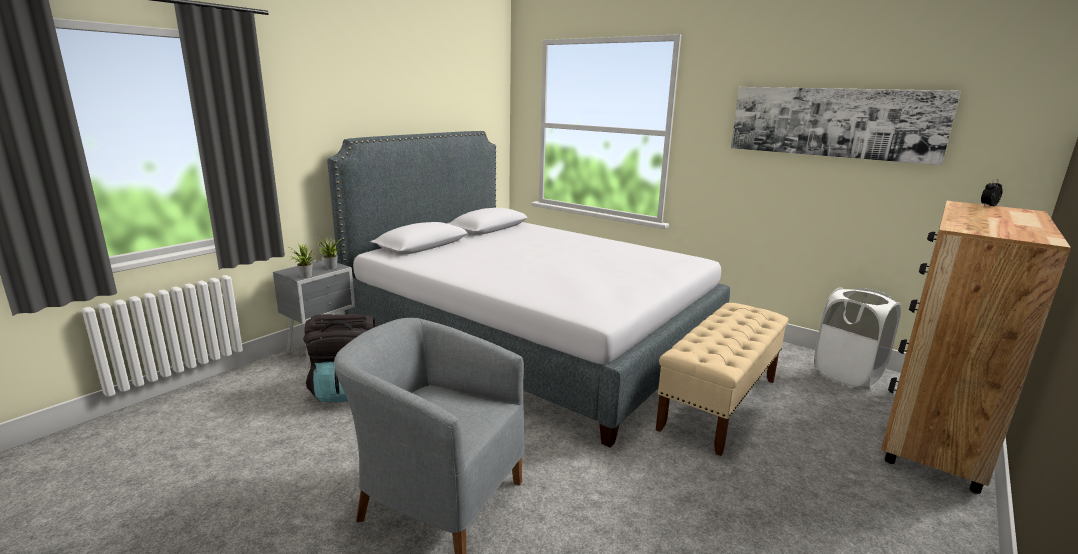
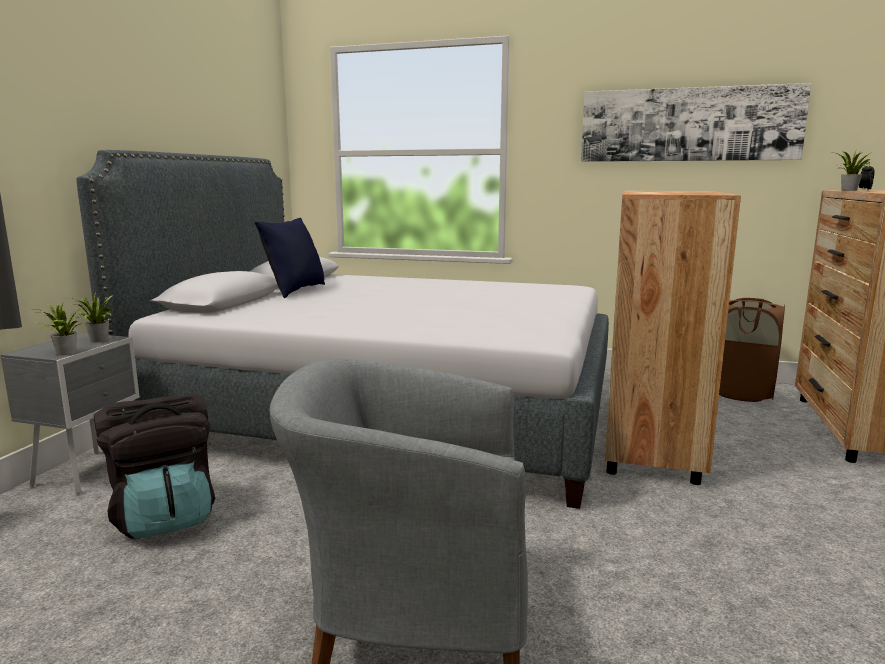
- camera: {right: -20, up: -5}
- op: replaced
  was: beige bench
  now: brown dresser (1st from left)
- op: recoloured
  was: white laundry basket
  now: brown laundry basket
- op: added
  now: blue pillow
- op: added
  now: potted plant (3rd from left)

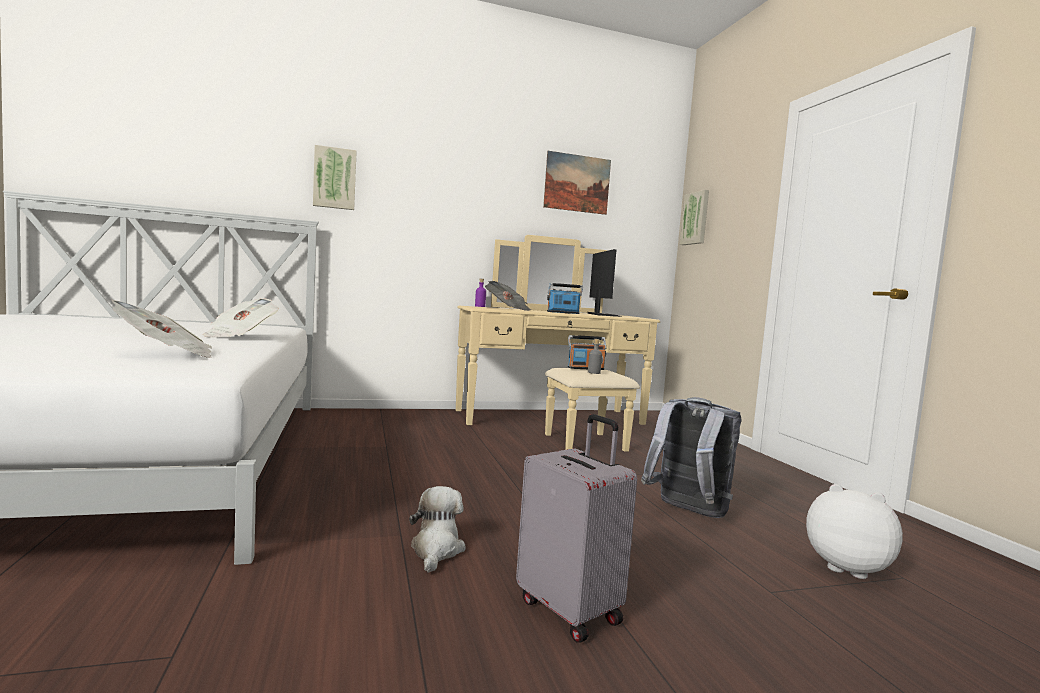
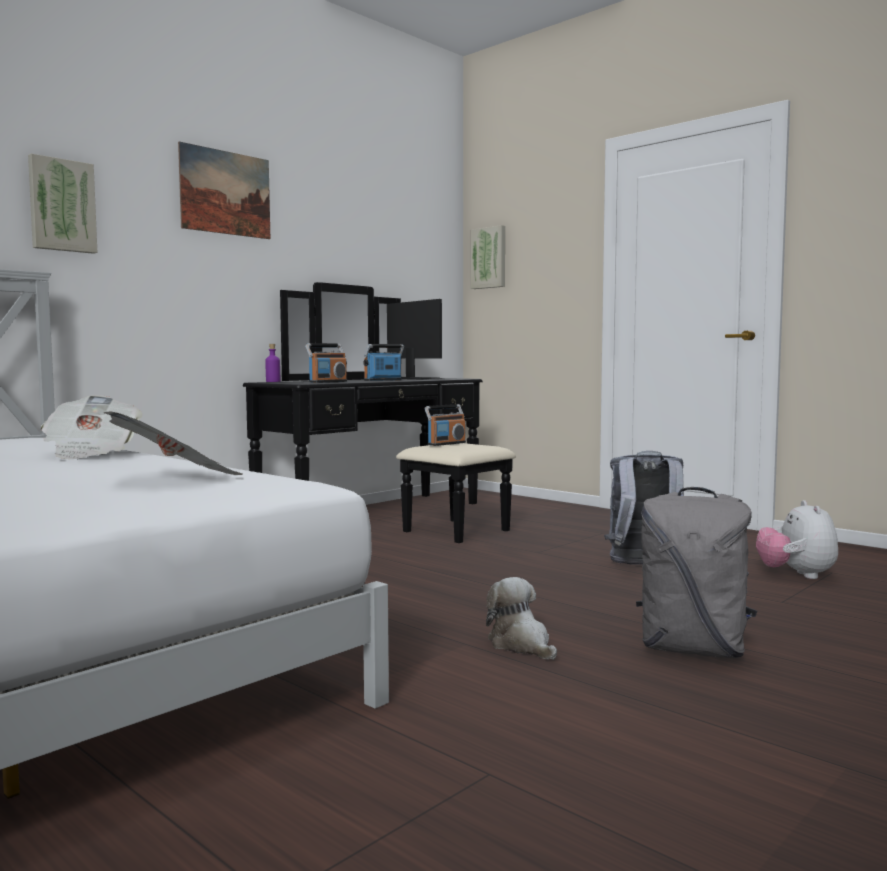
- camera: {right: -30, up: 0}
- op: recoloured
  was: beige dresser
  now: black dresser
- op: replaced
  was: newspaper (3rd from left)
  now: radio (1st from left)
- op: replaced
  was: grey suitcase
  now: grey backpack (2nd from left)
- op: moved
  was: picture (2nd from left)
- op: removed
  was: grey bottle
- op: turned
  was: plush toy (2nd from left)
  clockwise: -90

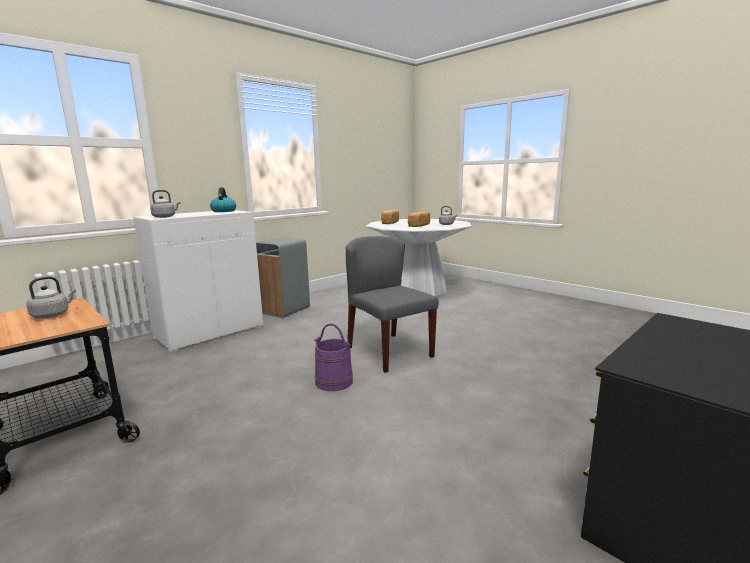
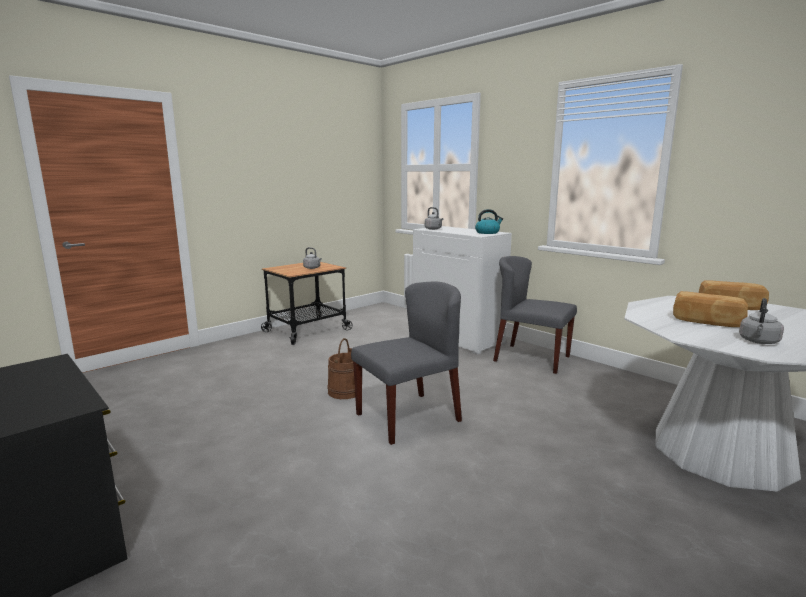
- camera: {right: 90, up: 0}
- op: replaced
  was: grey trash can
  now: grey chair (2nd from left)
- op: recoloured
  was: purple bucket
  now: brown bucket

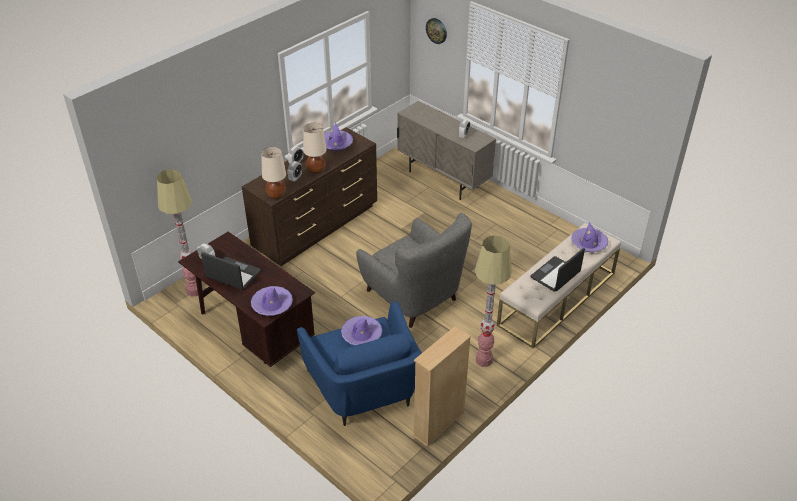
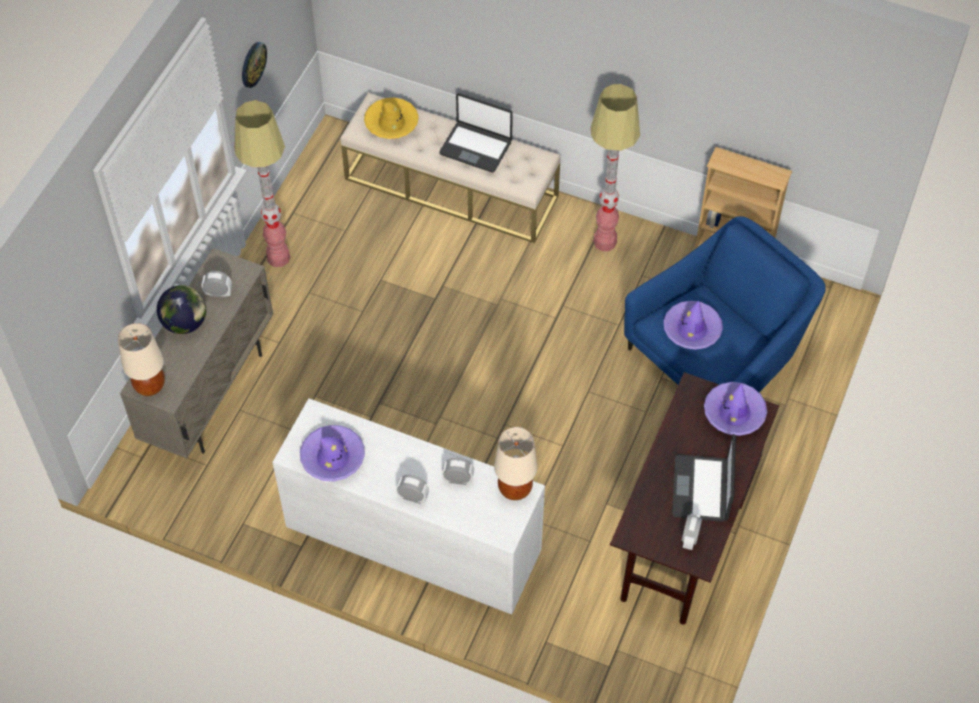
- camera: {right: -110, up: 15}
- op: moved
  was: floor lamp (1st from left)
- op: recoloured
  was: brown dresser
  now: white dresser
- op: moved
  was: beige table lamp (2nd from left in the first image)
  now: beige table lamp (1st from left)
- op: removed
  was: grey armchair
- op: moved
  was: wall clock
- op: recoloured
  was: purple hat (4th from left)
  now: yellow hat
- op: added
  now: globe

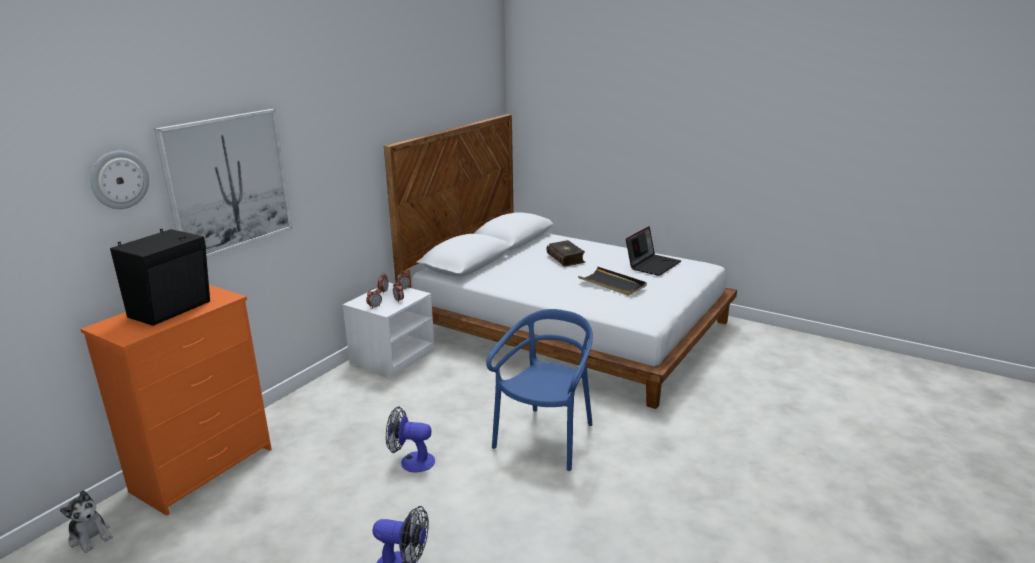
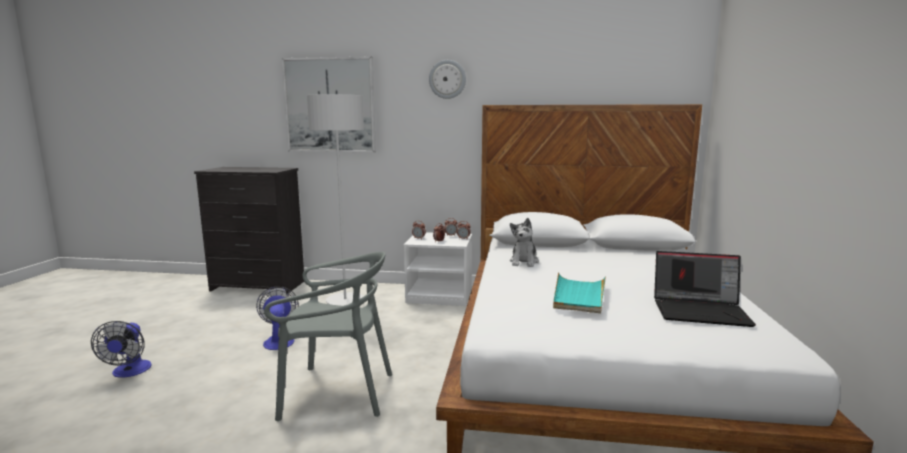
- camera: {right: 65, up: -10}
- op: moved
  was: plush toy
- op: recoloured
  was: orange dresser
  now: black dresser
- op: moved
  was: wall clock
- op: removed
  was: black speaker
- op: recoloured
  was: blue chair
  now: grey chair
- op: removed
  was: book
- op: recoloured
  was: black tray
  now: turquoise tray
- op: added
  now: grey floor lamp

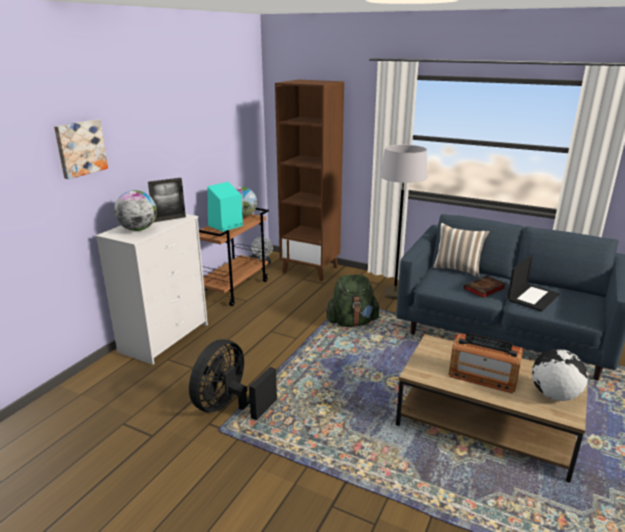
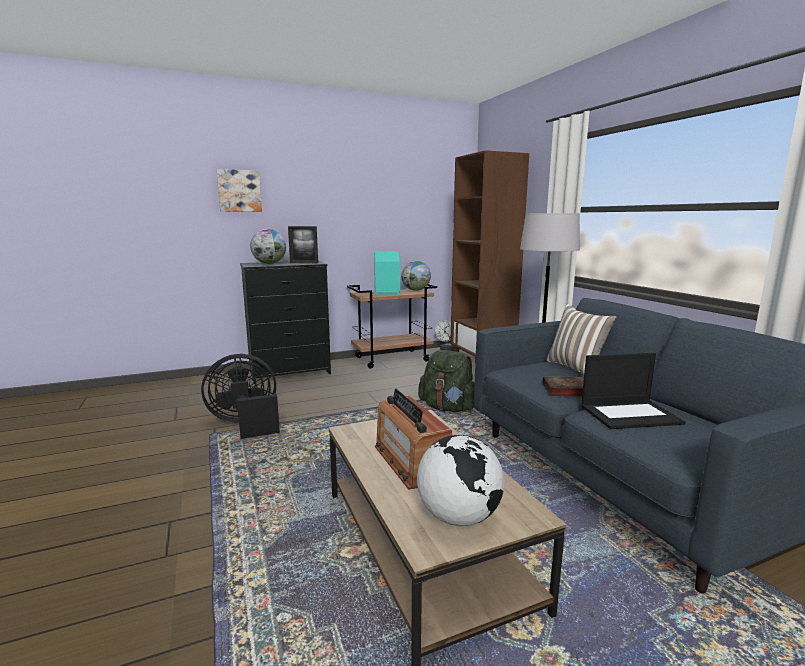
- camera: {right: 40, up: -10}
- op: recoloured
  was: white dresser
  now: black dresser

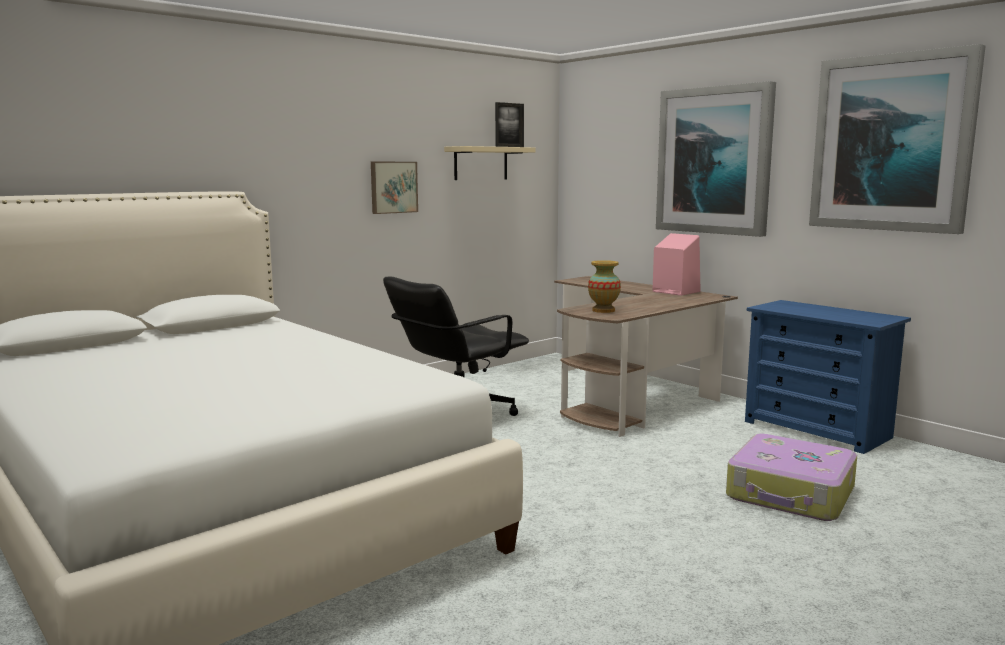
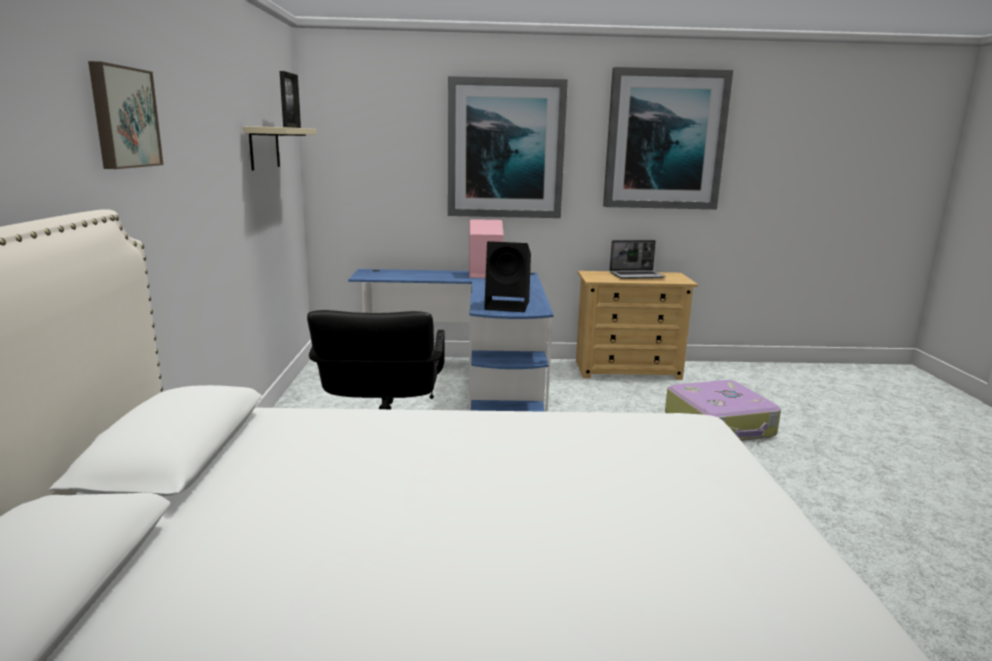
- camera: {right: -50, up: 5}
- op: moved
  was: picture (1st from left)
- op: recoloured
  was: brown desk
  now: blue desk
- op: replaced
  was: vase
  now: black speaker
- op: recoloured
  was: blue dresser
  now: beige dresser
- op: added
  now: laptop

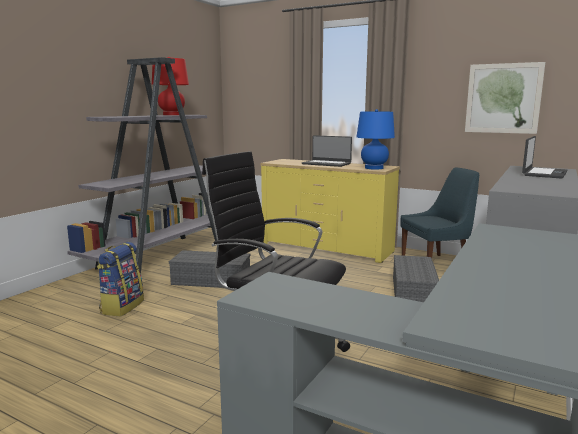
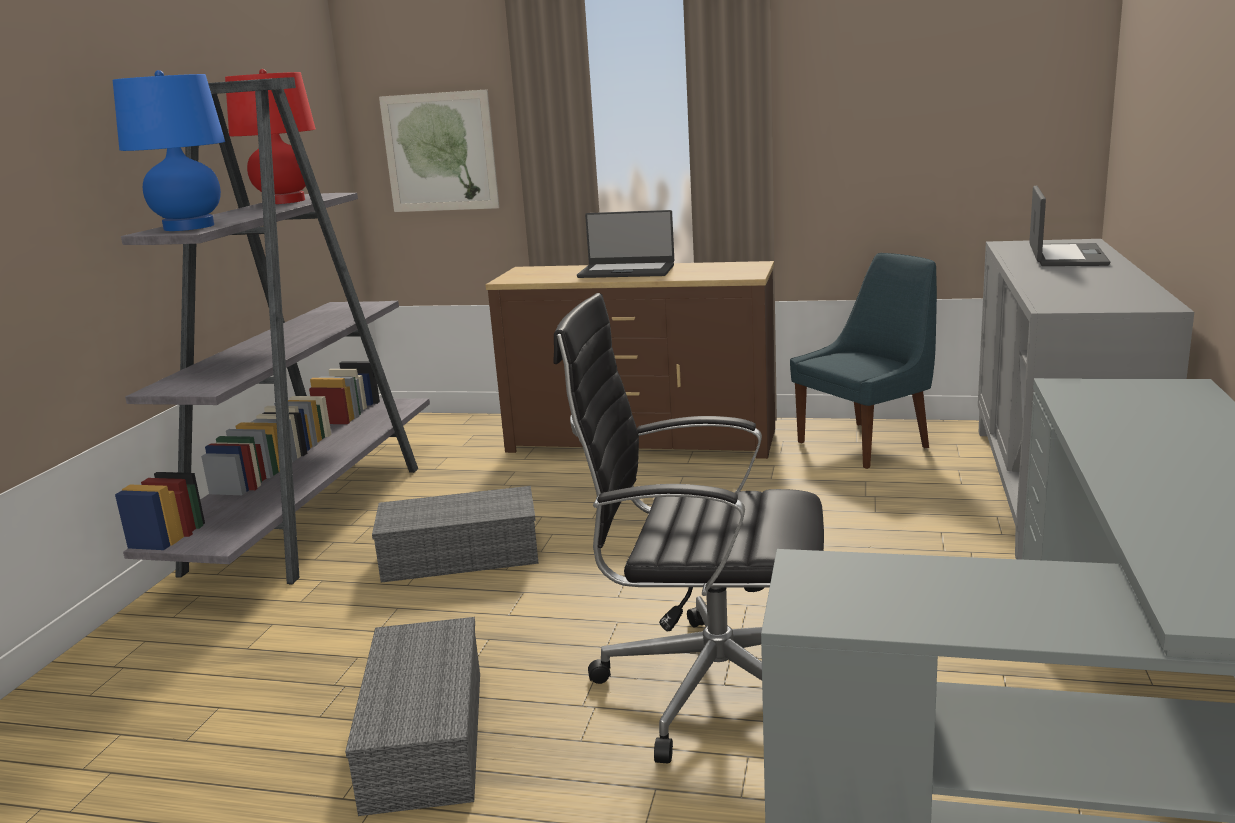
- camera: {right: -15, up: 5}
- op: removed
  was: backpack
- op: recoloured
  was: yellow dresser
  now: brown dresser
- op: moved
  was: blue table lamp
- op: moved
  was: grey storage box (2nd from left in the first image)
  now: grey storage box (1st from left)
- op: moved
  was: picture

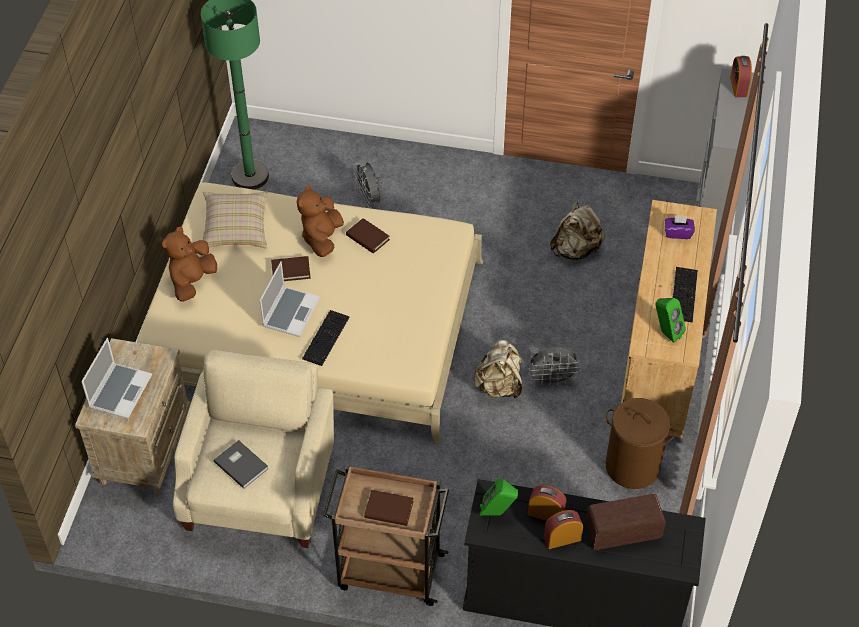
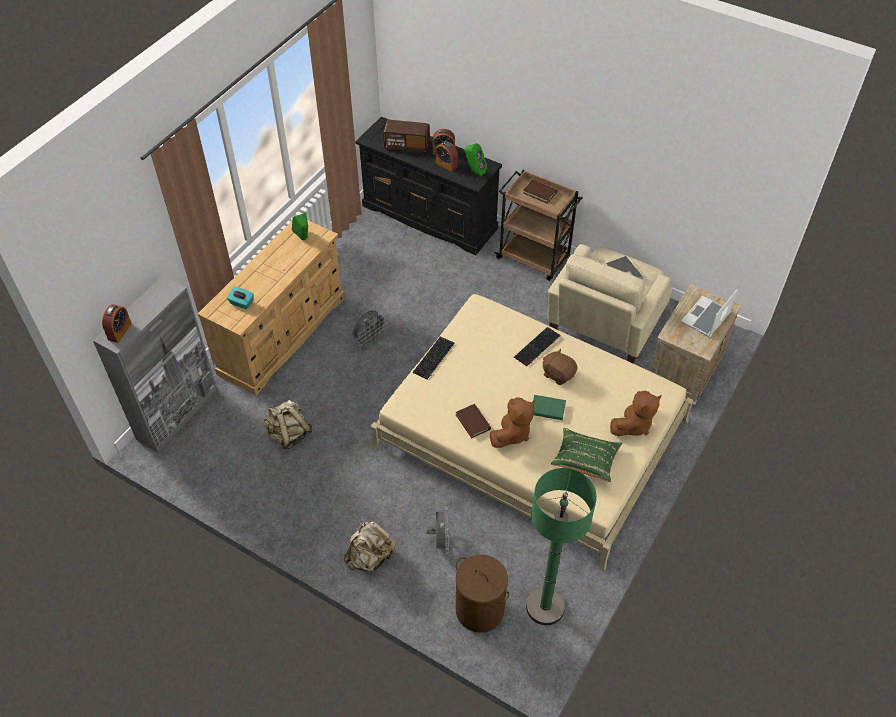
- camera: {right: -160, up: 0}
- op: recoloured
  was: beige pillow
  now: green pillow
- op: replaced
  was: laptop (2nd from left)
  now: brown plush toy (2nd from left)
- op: recoloured
  was: brown book (1st from left)
  now: green book
- op: moved
  was: beige backpack (1st from left in the first image)
  now: beige backpack (2nd from left)
- op: turned
  was: grey fan (2nd from left in the first image)
  clockwise: 120
- op: moved
  was: brown laundry basket
- op: recoloured
  was: purple tissue box
  now: turquoise tissue box
- op: moved
  was: keyboard (2nd from left in the first image)
  now: keyboard (1st from left)

